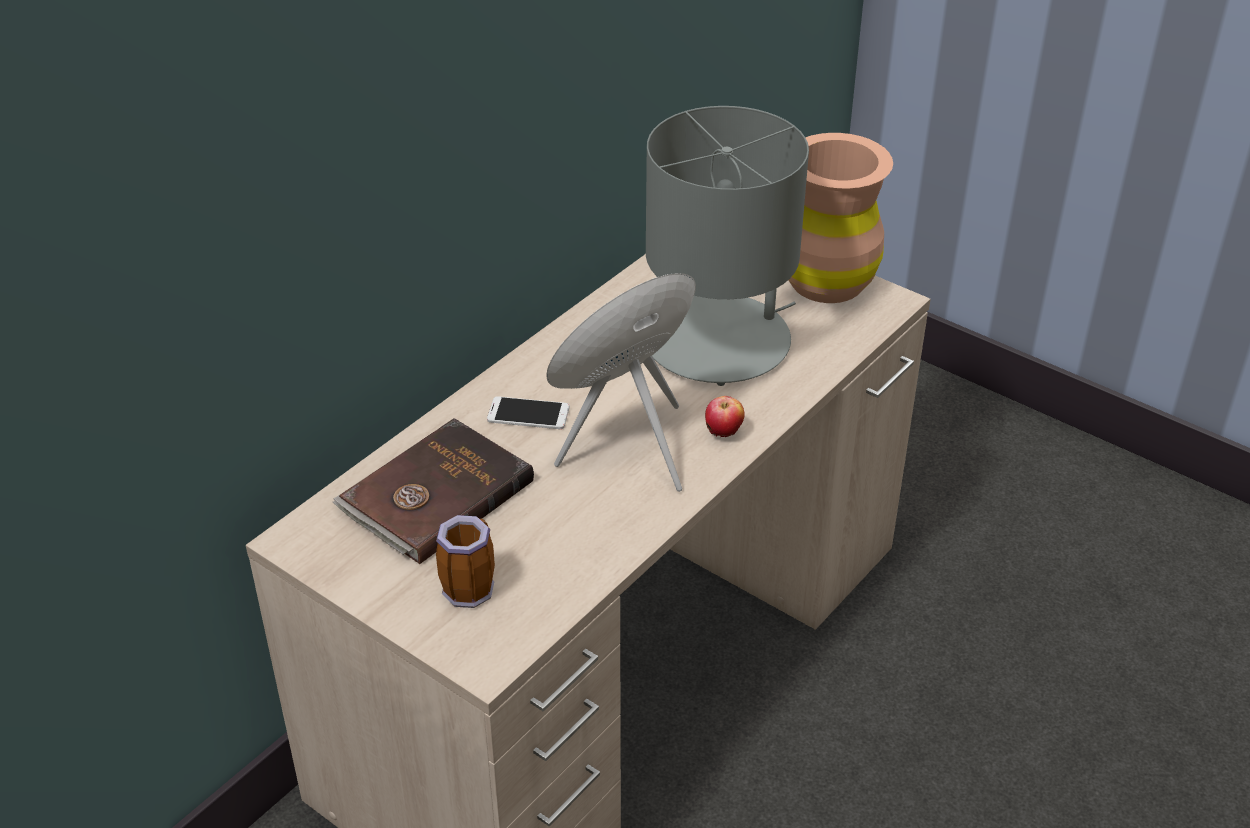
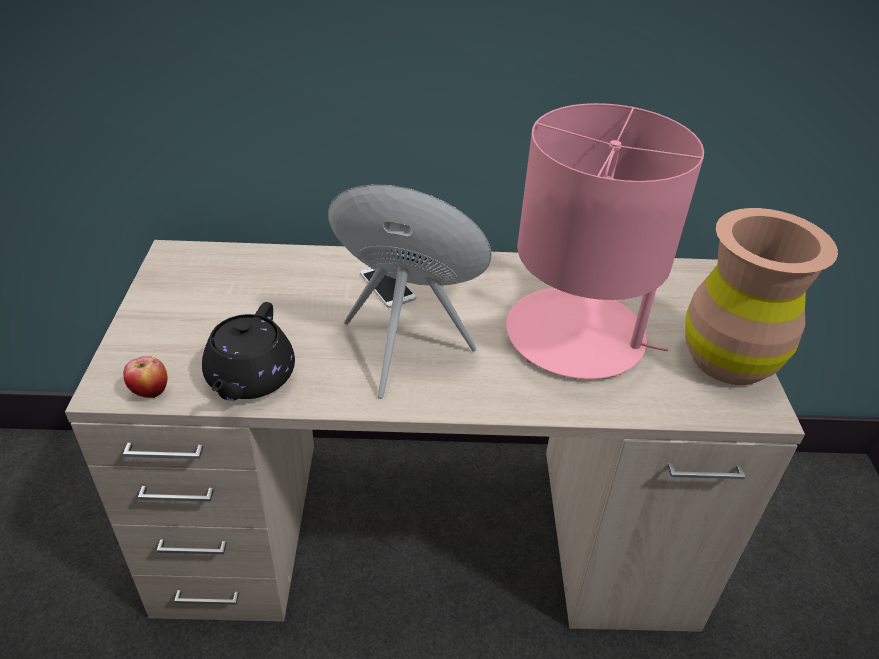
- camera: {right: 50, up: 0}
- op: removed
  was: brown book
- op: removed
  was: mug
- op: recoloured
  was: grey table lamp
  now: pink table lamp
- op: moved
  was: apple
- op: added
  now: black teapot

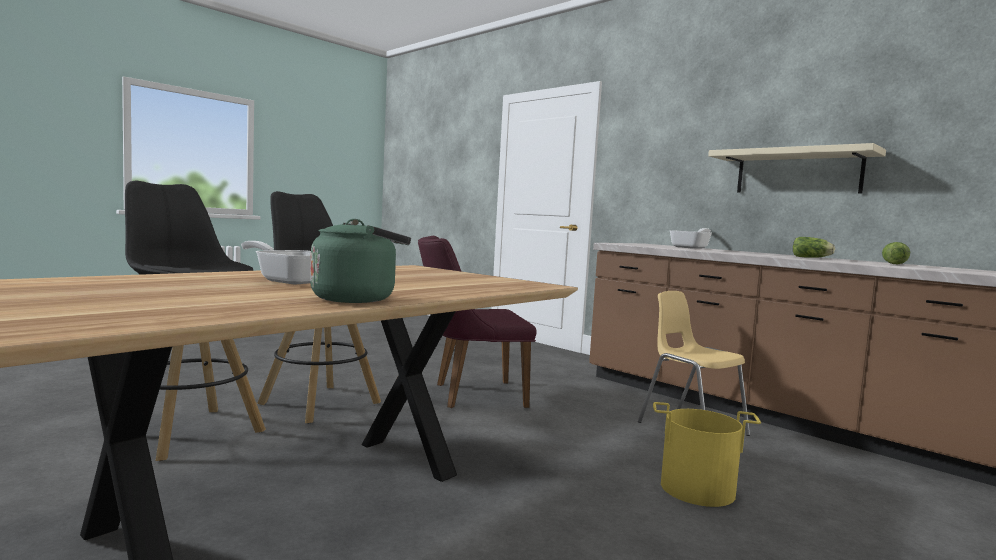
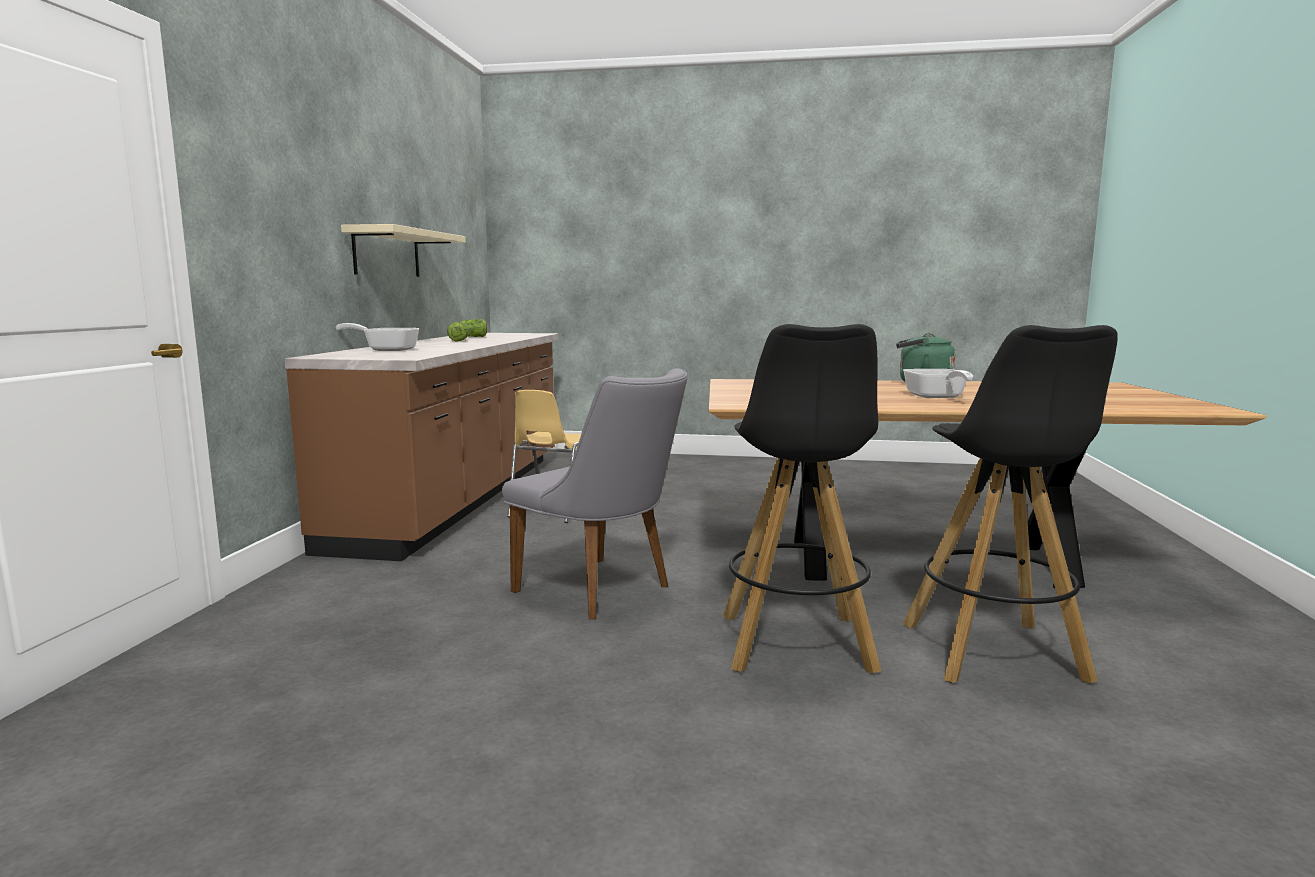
- camera: {right: -125, up: 5}
- op: recoloured
  was: purple chair
  now: grey chair
- op: removed
  was: yellow bucket

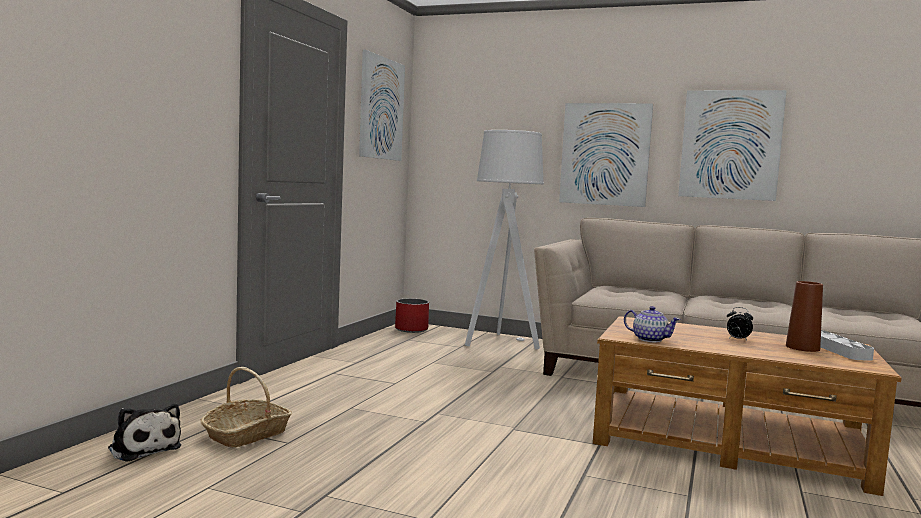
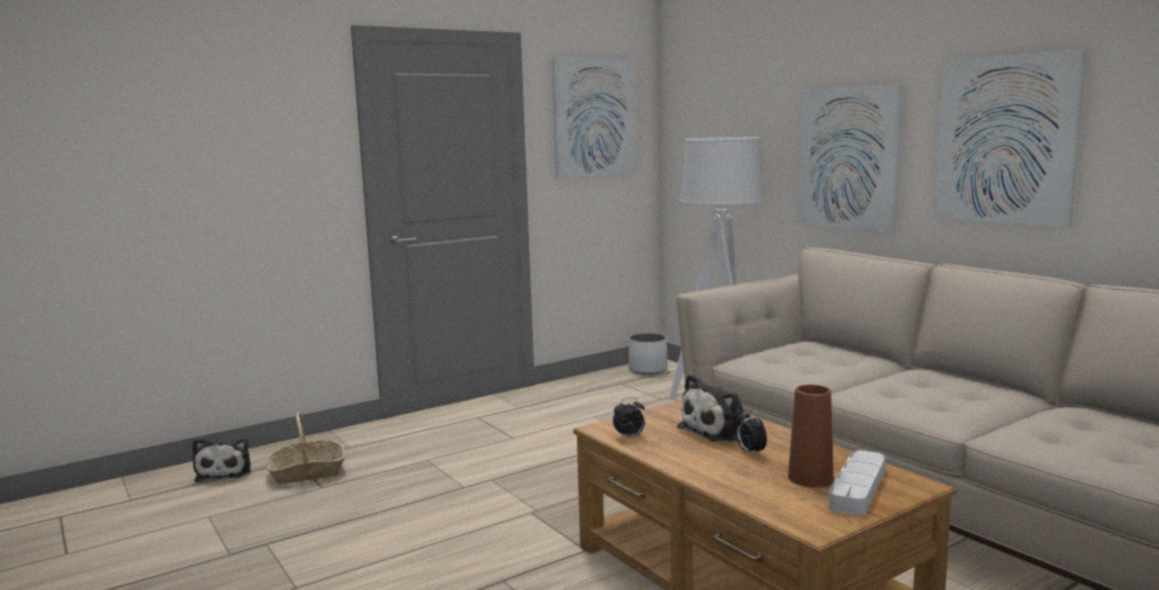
- camera: {right: 35, up: 5}
- op: recoloured
  was: red planter
  now: white planter
- op: replaced
  was: teapot
  now: alarm clock (1st from left)
- op: added
  now: plush toy (2nd from left)

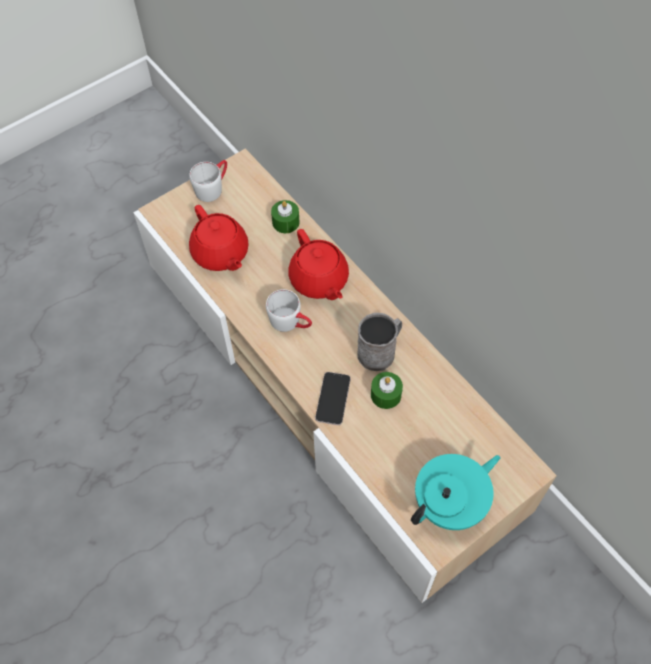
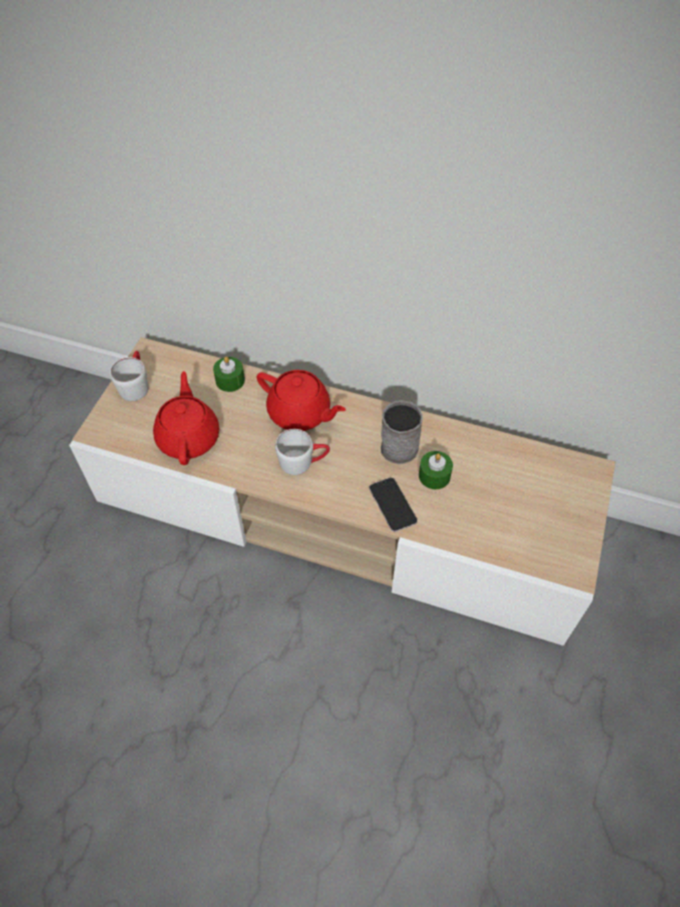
- camera: {right: -35, up: -5}
- op: turned
  was: red teapot (1st from left)
  clockwise: -120
- op: removed
  was: turquoise teapot

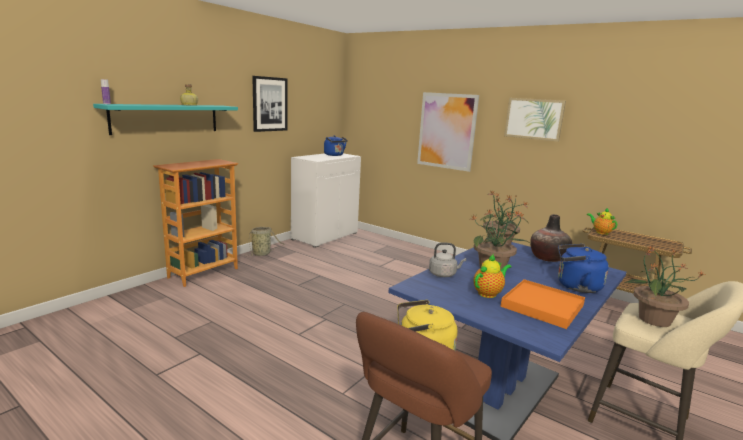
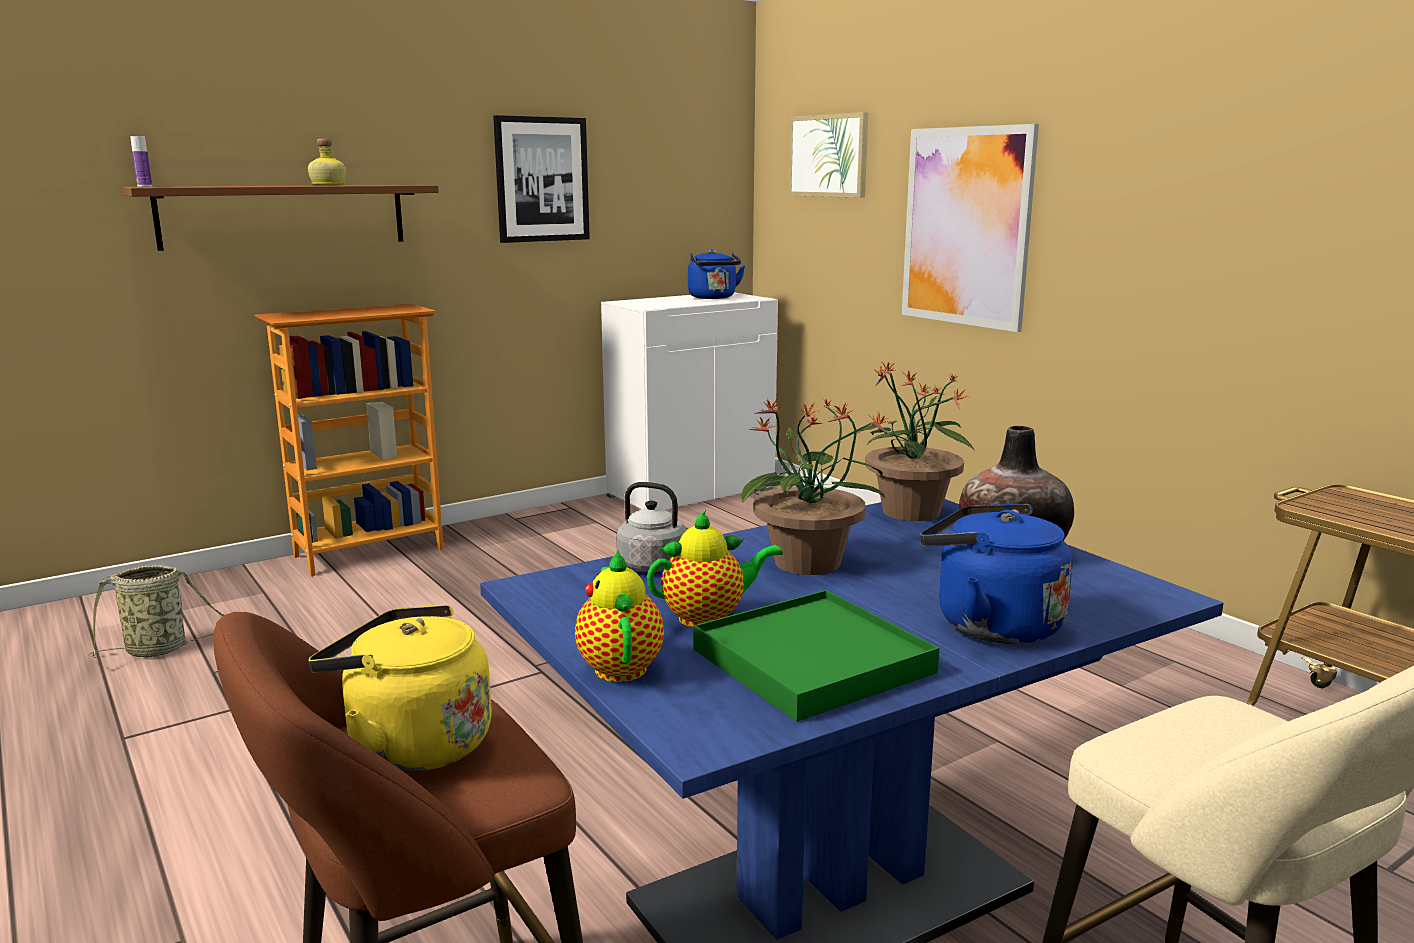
- camera: {right: 20, up: 0}
- op: recoloured
  was: turquoise shelf
  now: brown shelf
- op: moved
  was: basket
- op: recoloured
  was: orange tray
  now: green tray
- op: moved
  was: picture (3rd from left in the first image)
  now: picture (2nd from left)
- op: moved
  was: teapot (2nd from left in the first image)
  now: teapot (1st from left)
- op: removed
  was: potted plant (3rd from left)

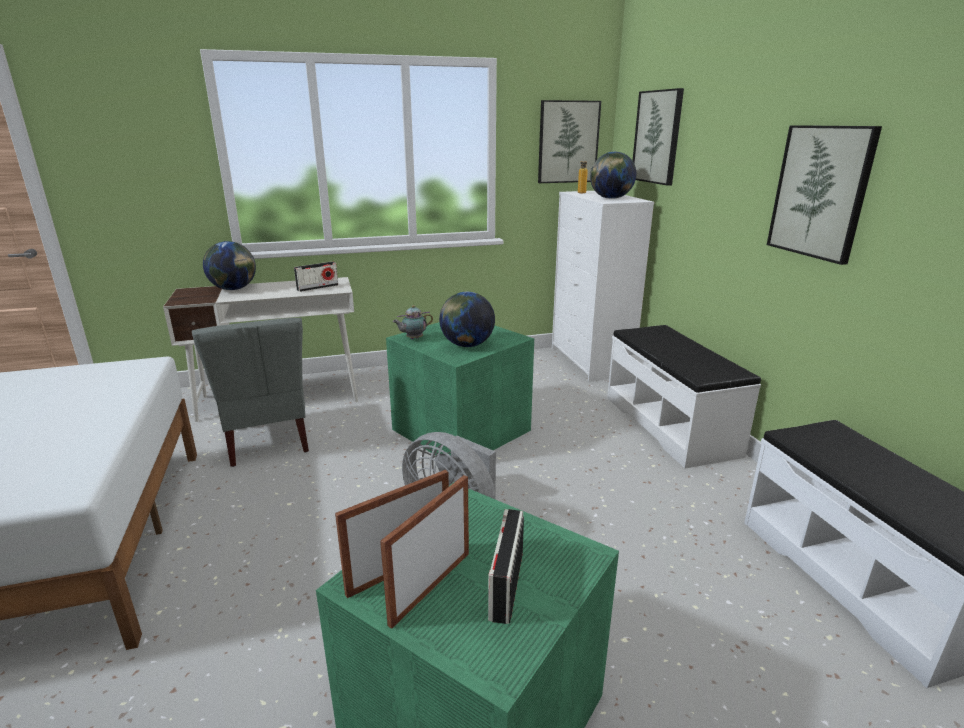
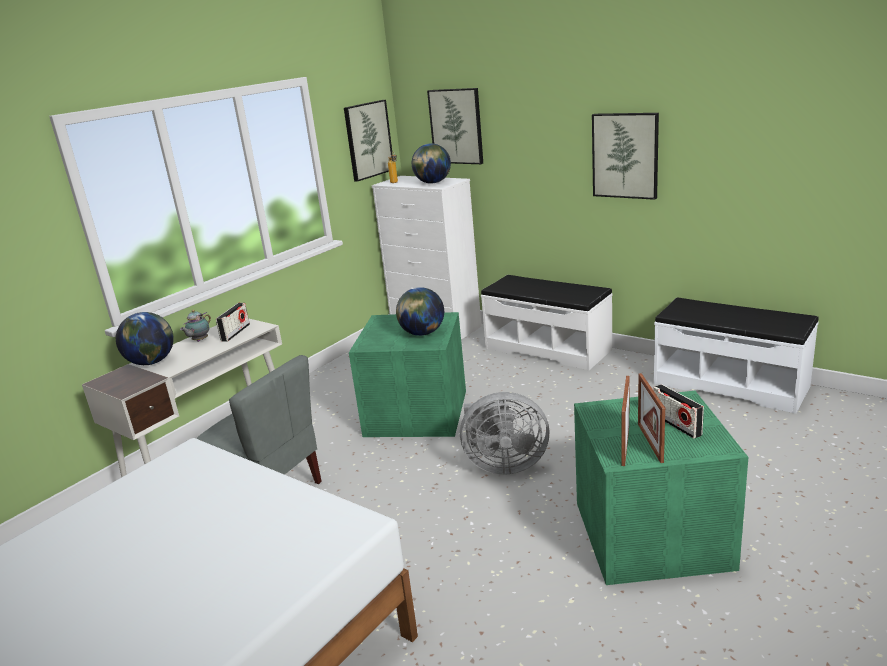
- camera: {right: -35, up: 0}
- op: moved
  was: teapot

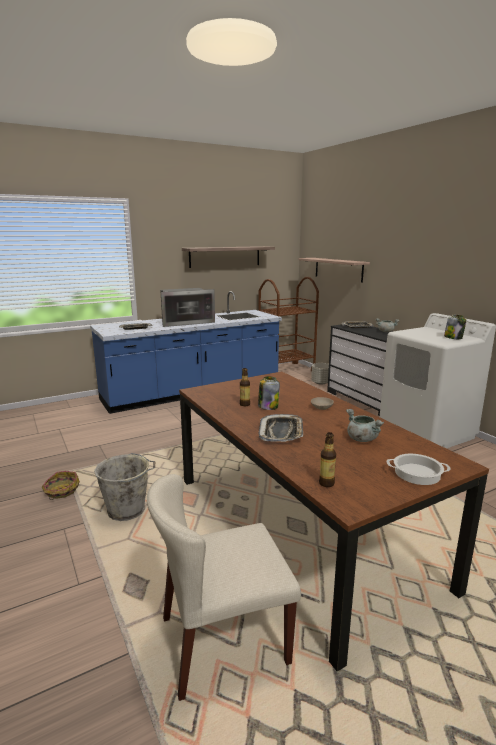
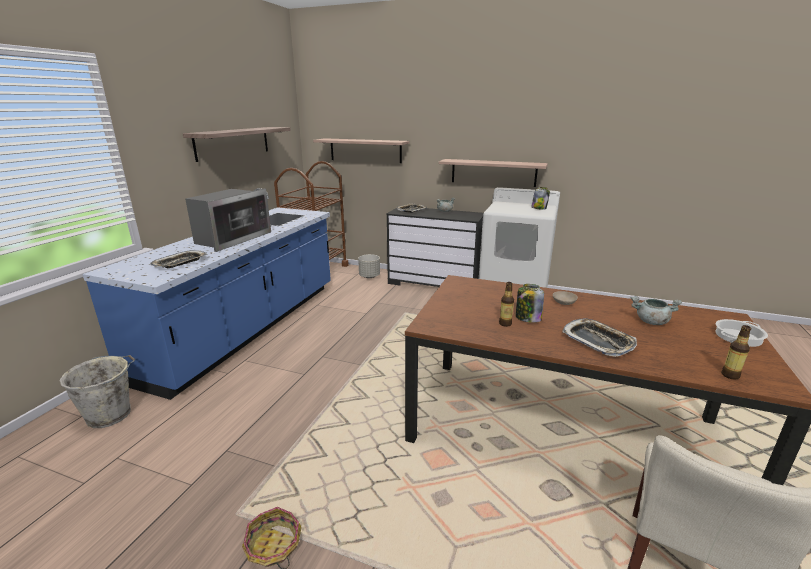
- camera: {right: -40, up: 5}
- op: moved
  was: grey bucket
- op: added
  now: shelf (3rd from left)

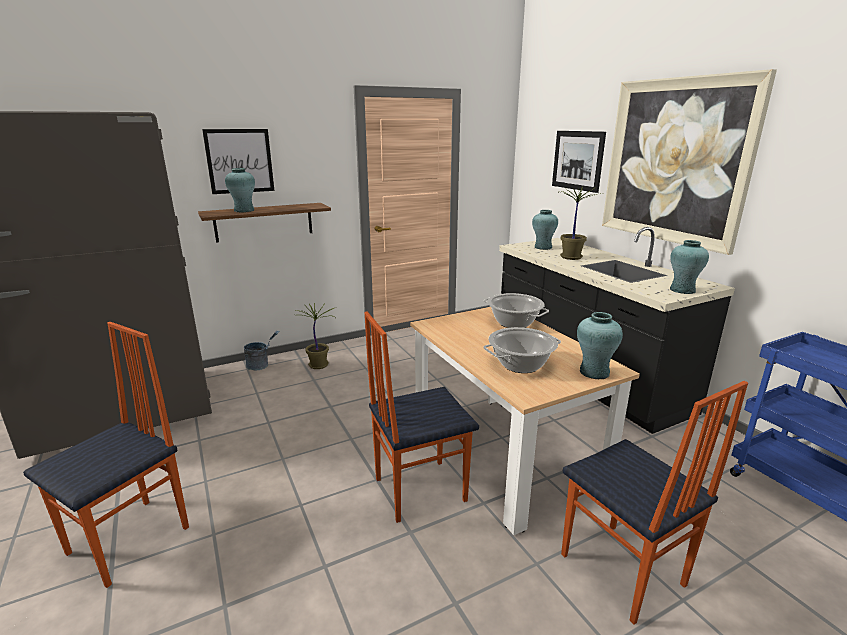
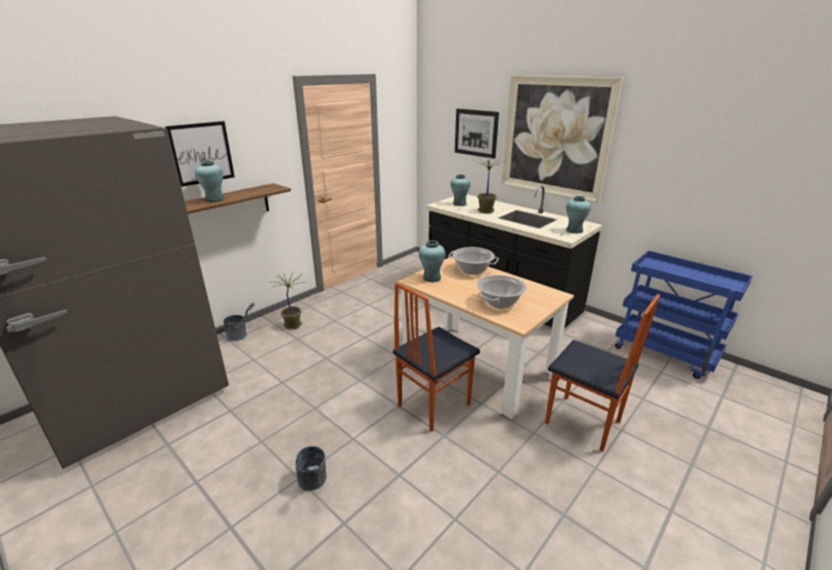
- camera: {right: -20, up: 5}
- op: removed
  was: chair (1st from left)
- op: moved
  was: turquoise vase (3rd from left in the first image)
  now: turquoise vase (2nd from left)
- op: added
  now: grey bucket (2nd from left)

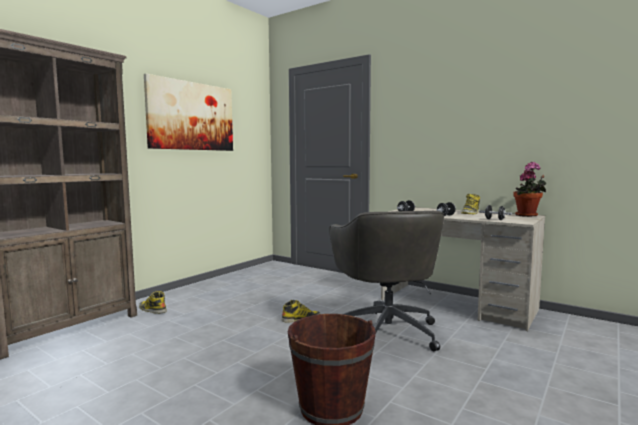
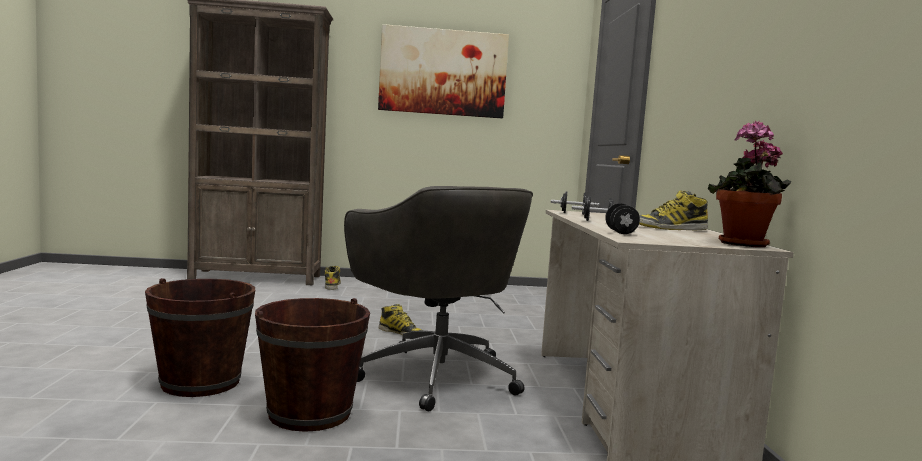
- camera: {right: 50, up: 0}
- op: turned
  was: grey office chair
  clockwise: -75
- op: added
  now: brown bucket (2nd from left)

